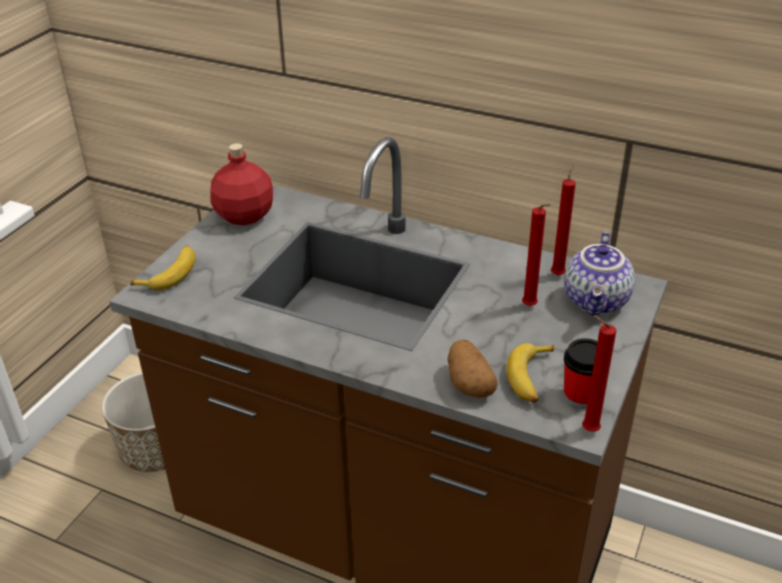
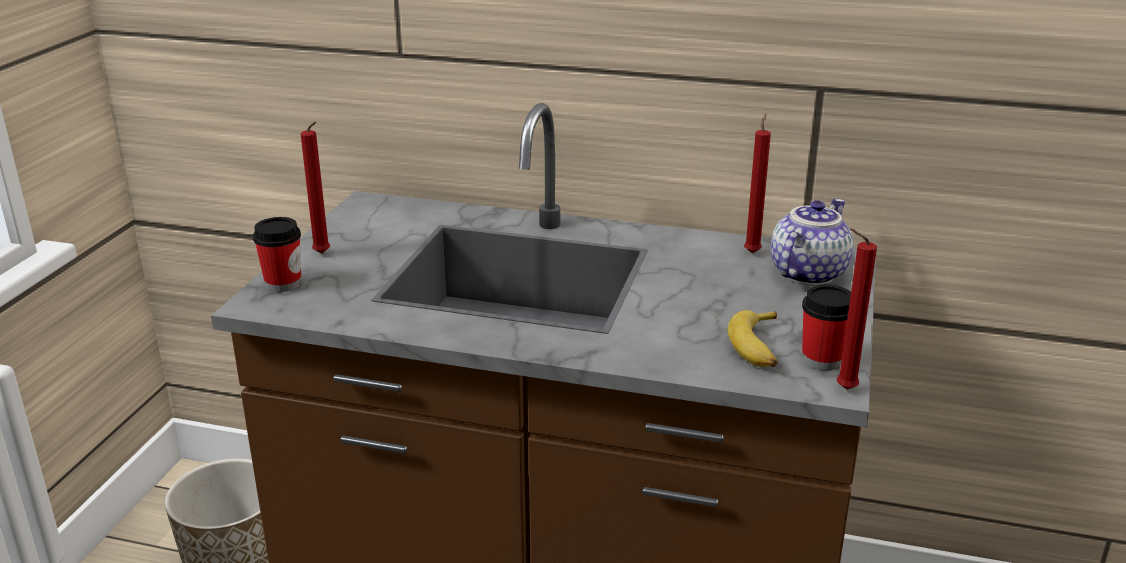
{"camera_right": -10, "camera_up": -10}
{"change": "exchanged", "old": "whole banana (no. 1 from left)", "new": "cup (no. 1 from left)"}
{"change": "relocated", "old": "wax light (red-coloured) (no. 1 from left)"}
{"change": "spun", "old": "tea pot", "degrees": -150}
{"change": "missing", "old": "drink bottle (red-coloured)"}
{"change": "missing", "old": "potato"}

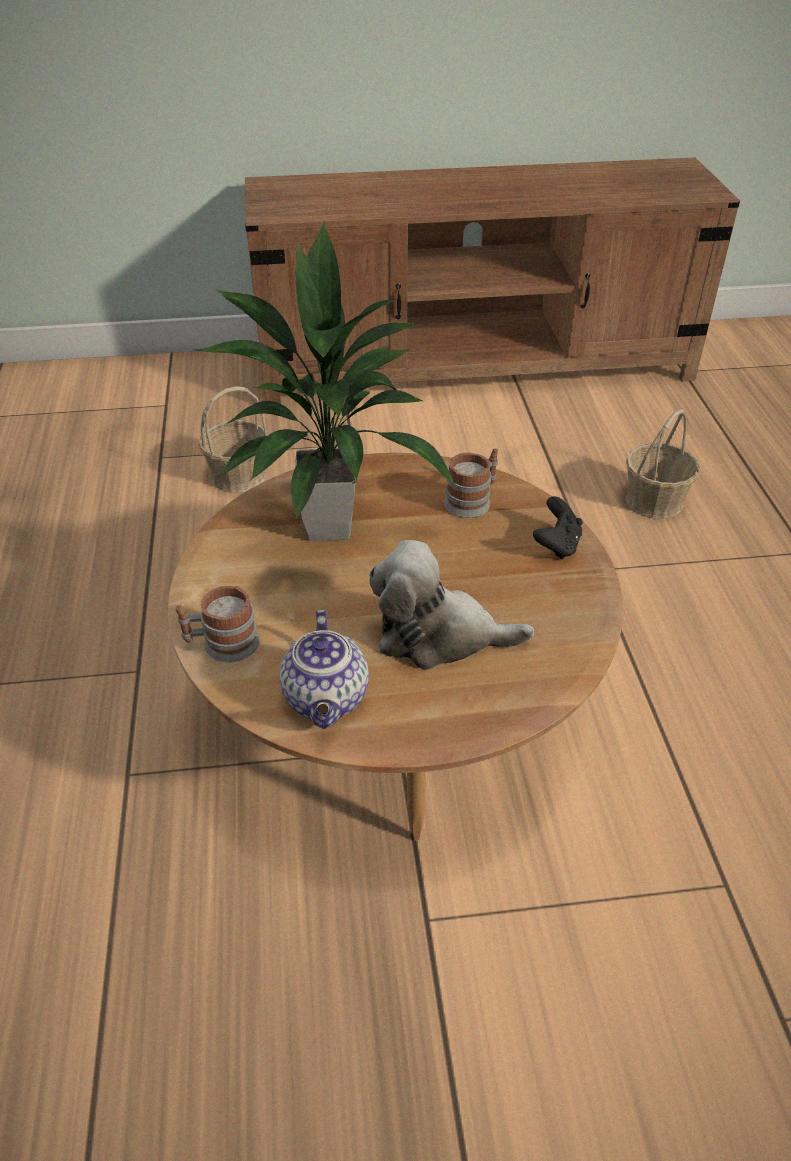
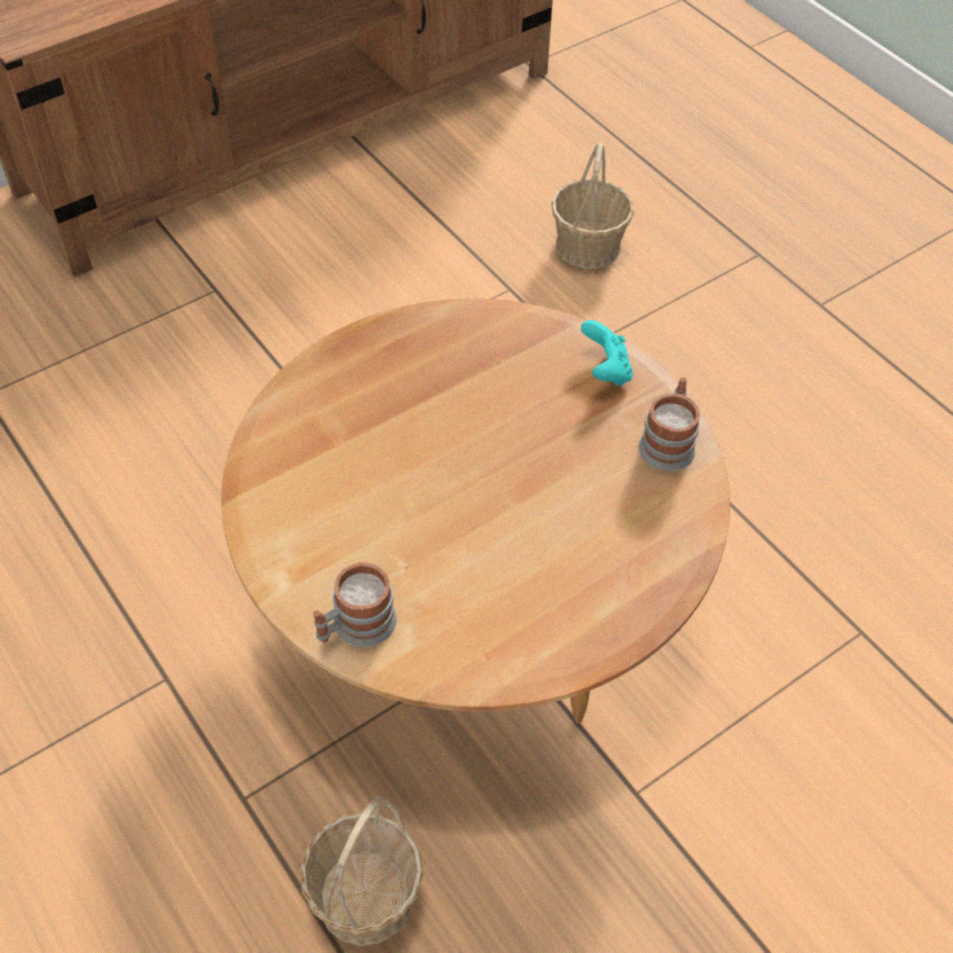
{"camera_right": -30, "camera_up": 10}
{"change": "relocated", "old": "basket (no. 1 from left)"}
{"change": "colour", "old": "game controller (blackish)", "new": "game controller (turquoise-coloured)"}
{"change": "relocated", "old": "mug (no. 2 from left)"}
{"change": "missing", "old": "plant in a pot"}
{"change": "missing", "old": "tea pot"}
{"change": "missing", "old": "cuddly toy"}

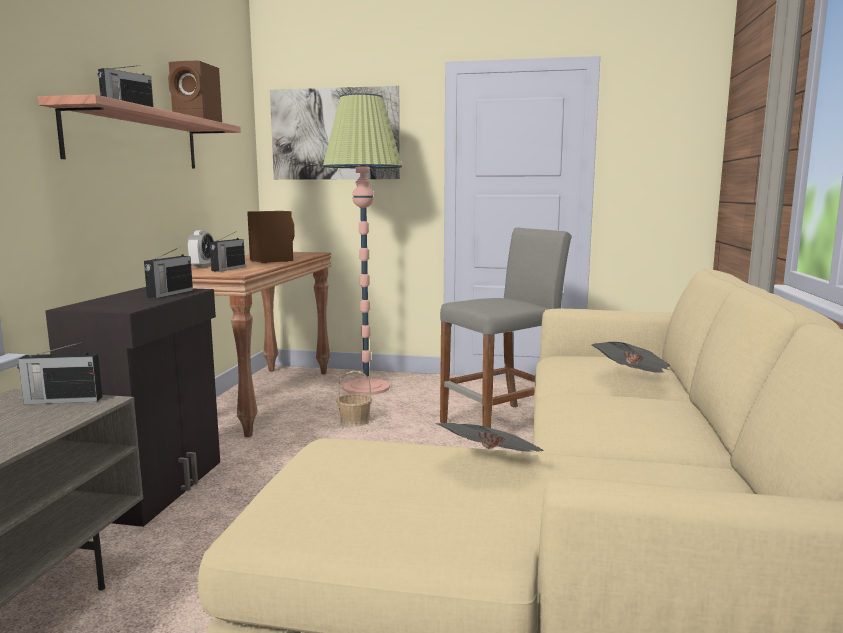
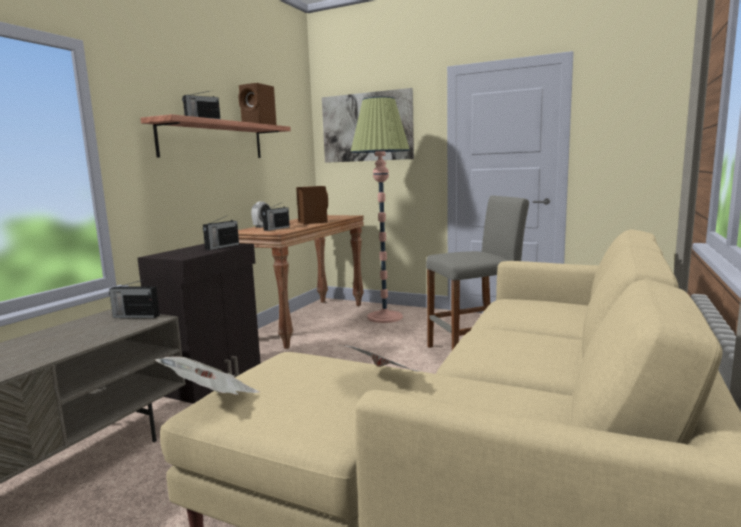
{"camera_right": 15, "camera_up": 0}
{"change": "relocated", "old": "daily paper (no. 2 from left in the first image)", "new": "daily paper (no. 1 from left)"}
{"change": "missing", "old": "basket"}

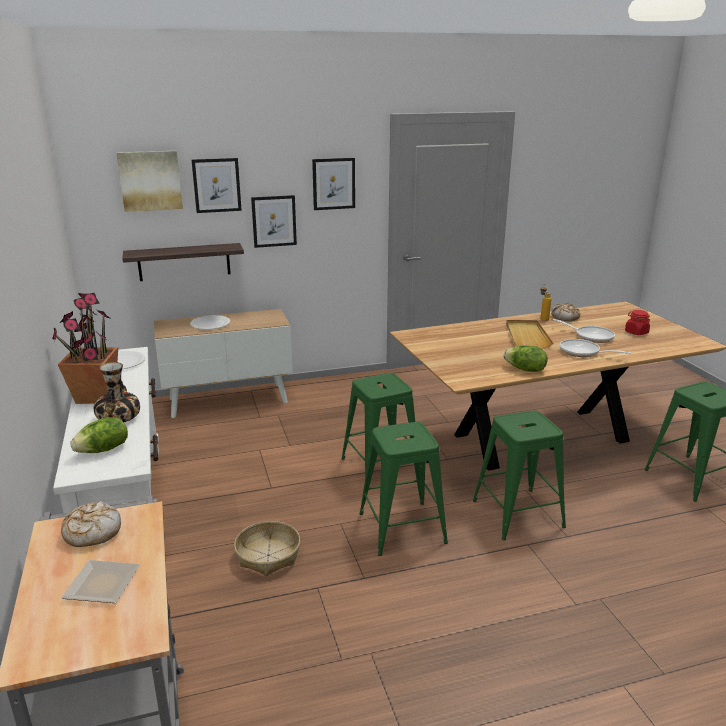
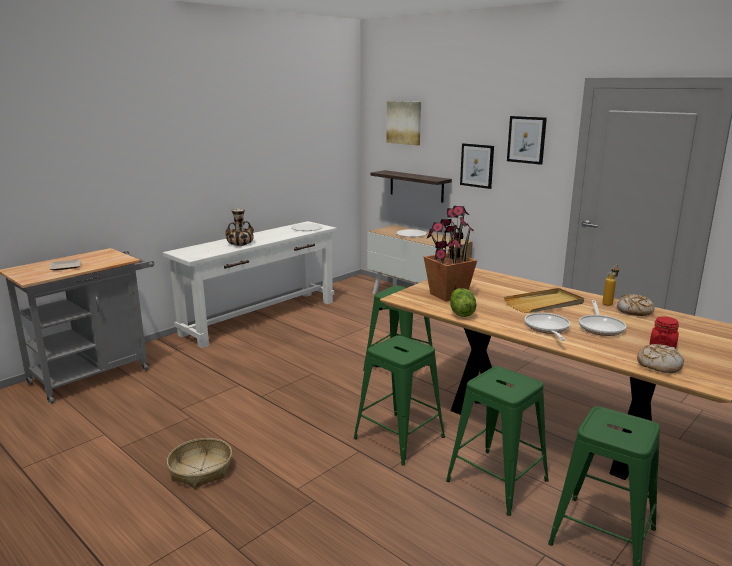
{"camera_right": 60, "camera_up": -5}
{"change": "relocated", "old": "basket"}
{"change": "relocated", "old": "plant in a pot"}
{"change": "relocated", "old": "sitting stool (green-coloured) (no. 2 from left in the first image)", "new": "sitting stool (green-coloured) (no. 3 from left)"}
{"change": "relocated", "old": "bakery bread (no. 1 from left in the first image)", "new": "bakery bread (no. 2 from left)"}
{"change": "missing", "old": "lettuce (no. 1 from left)"}
{"change": "missing", "old": "picture (no. 2 from left)"}

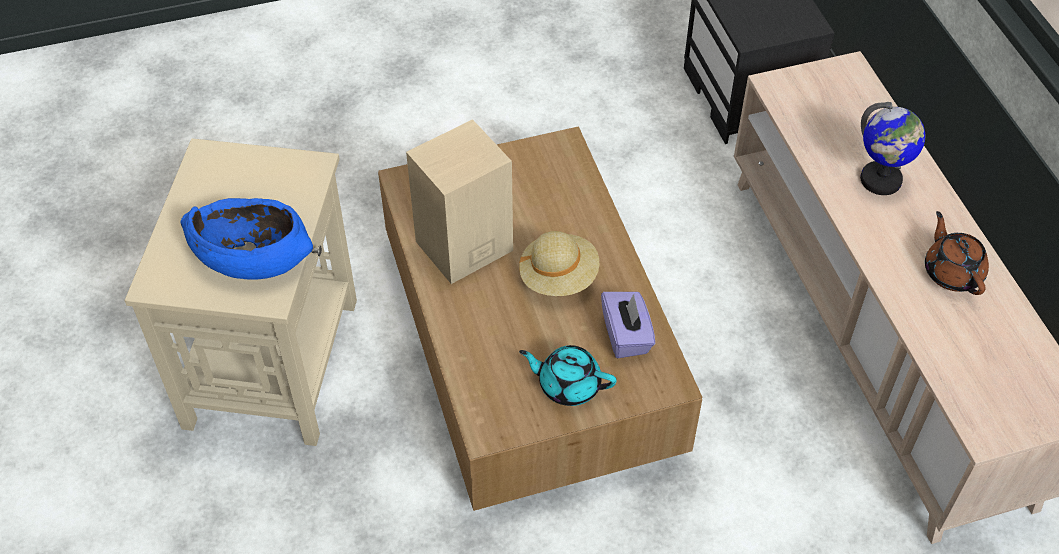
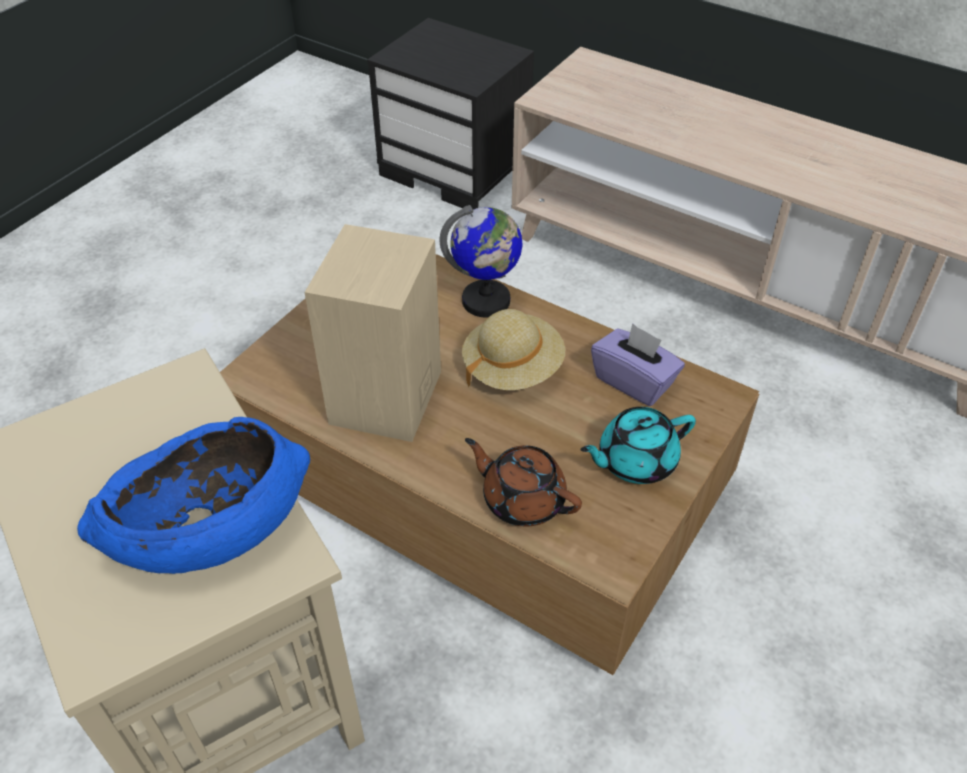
{"camera_right": -40, "camera_up": -5}
{"change": "relocated", "old": "world globe"}
{"change": "relocated", "old": "tea pot (brown)"}

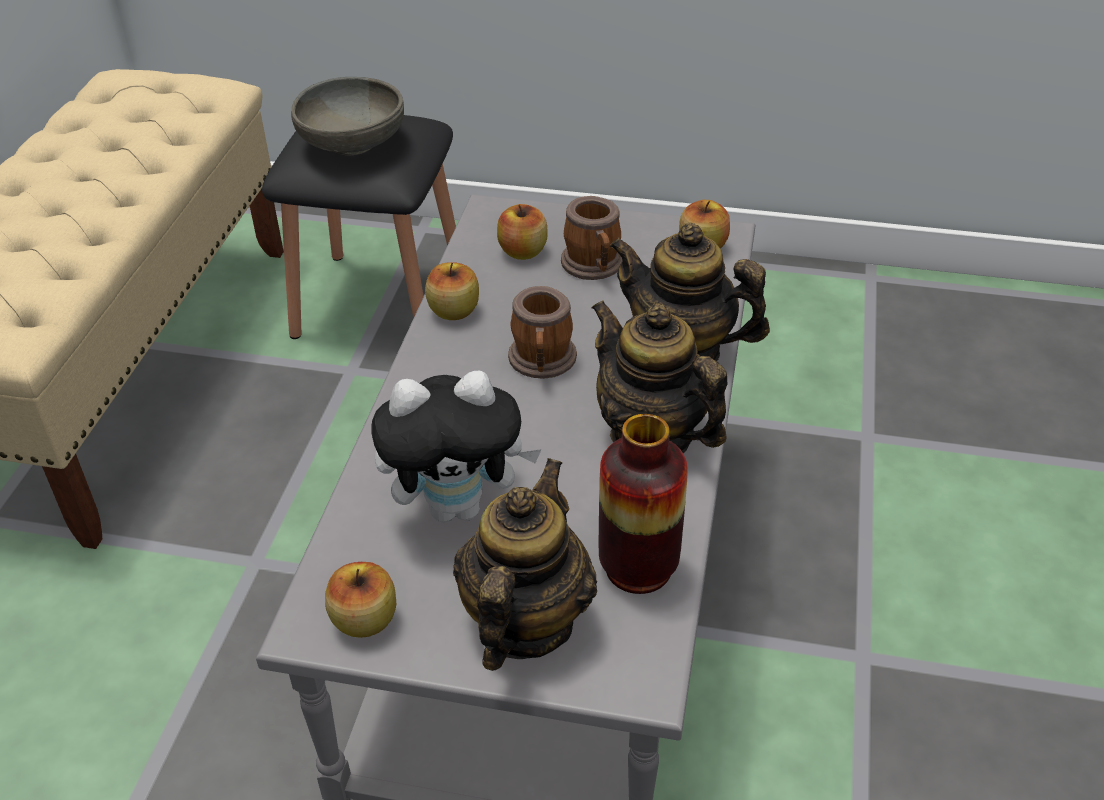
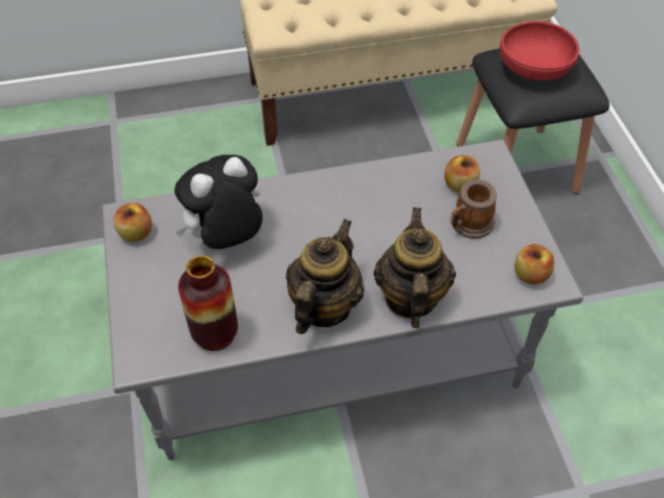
{"camera_right": 65, "camera_up": 10}
{"change": "spun", "old": "cuddly toy", "degrees": 90}
{"change": "colour", "old": "deep dish (gray)", "new": "deep dish (red-coloured)"}
{"change": "missing", "old": "apple fruit (no. 2 from left)"}
{"change": "missing", "old": "tea pot (no. 1 from left)"}
{"change": "missing", "old": "mug (no. 1 from left)"}

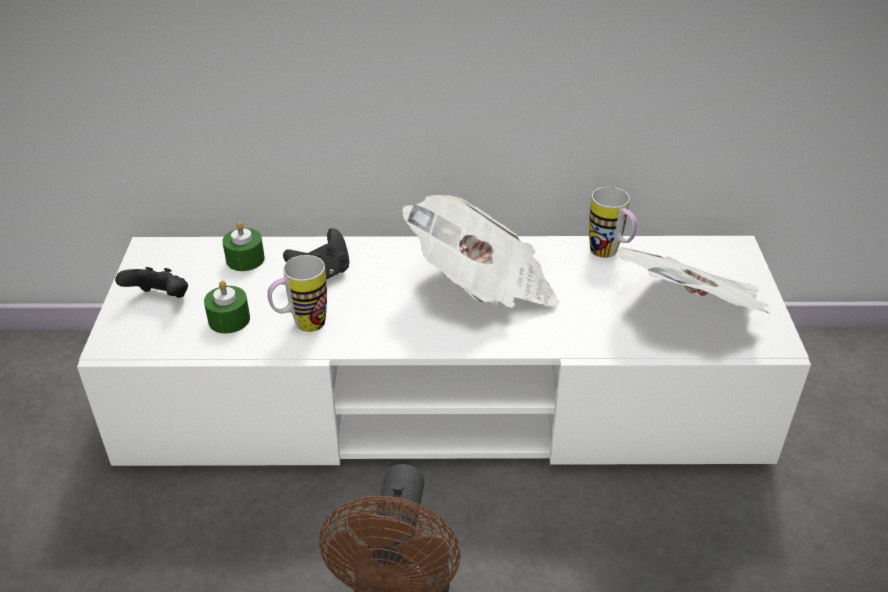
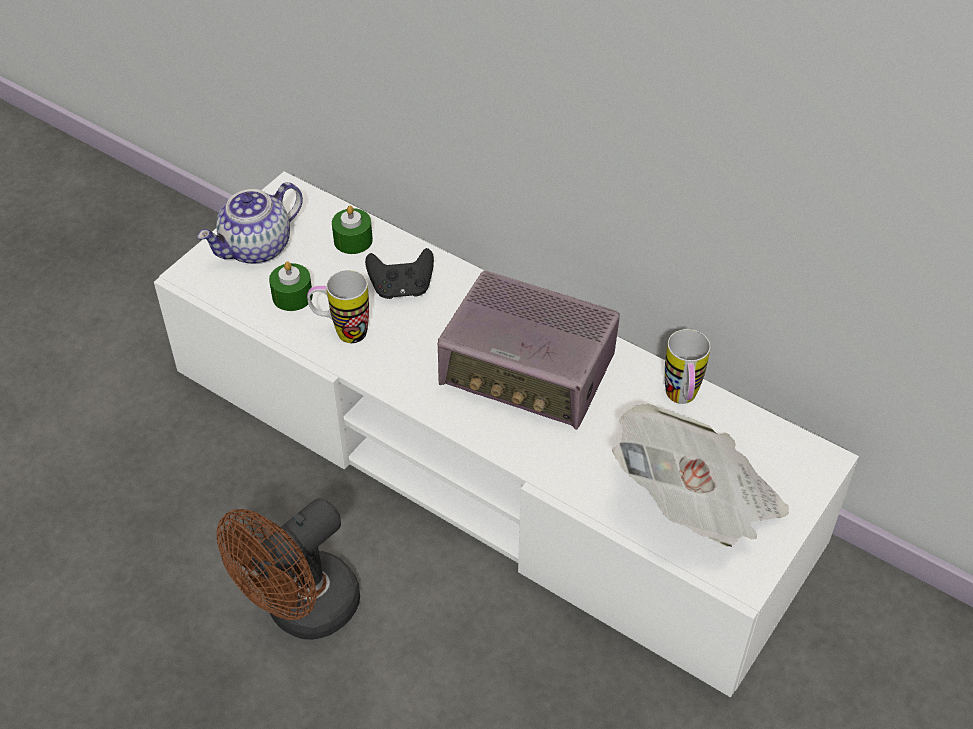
{"camera_right": 35, "camera_up": 10}
{"change": "exchanged", "old": "game controller (blackish) (no. 1 from left)", "new": "tea pot"}
{"change": "exchanged", "old": "daily paper (no. 1 from left)", "new": "radio"}

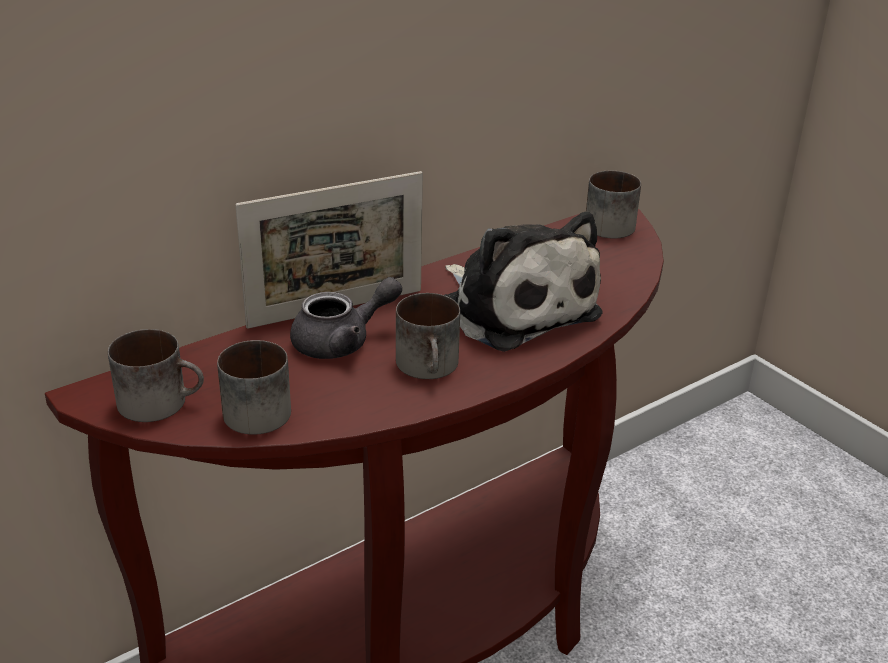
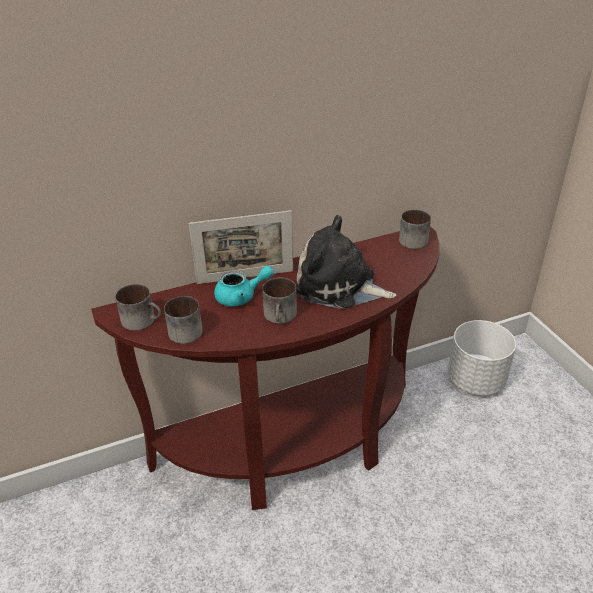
{"camera_right": 15, "camera_up": 5}
{"change": "colour", "old": "tea pot (gray)", "new": "tea pot (turquoise-coloured)"}
{"change": "spun", "old": "cuddly toy", "degrees": 135}
{"change": "appeared", "new": "flower pot (whitish)"}

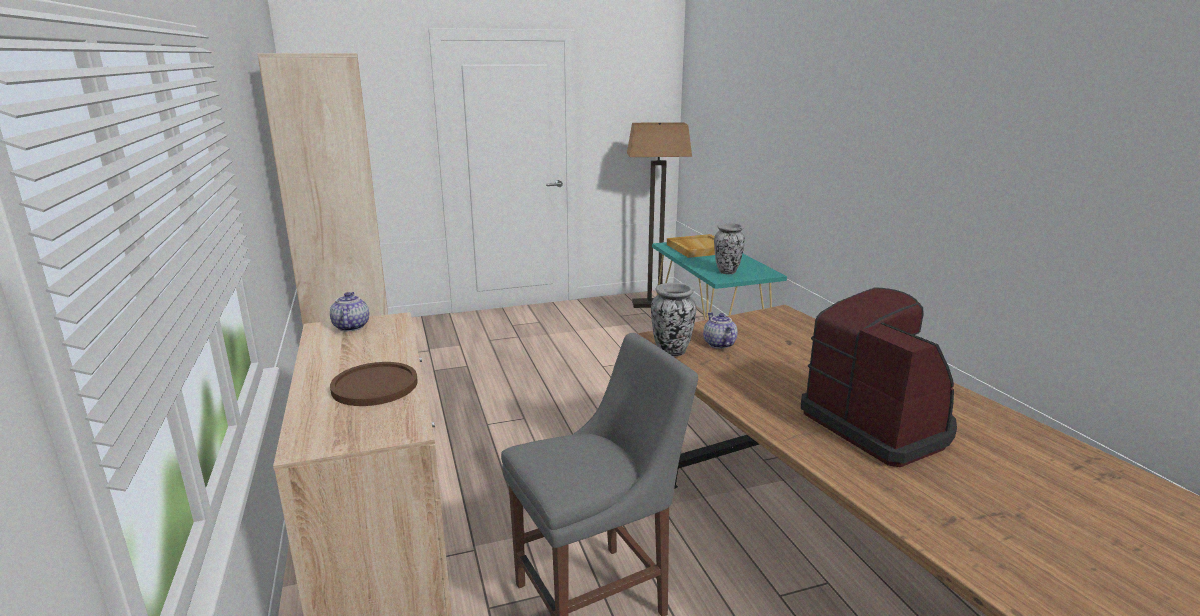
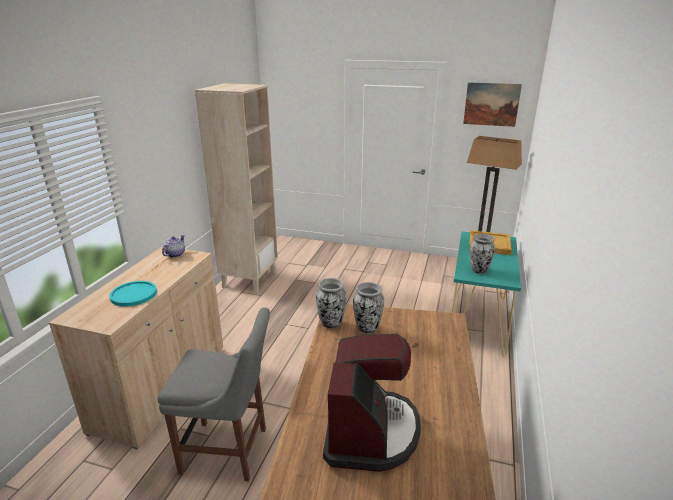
{"camera_right": 35, "camera_up": 5}
{"change": "colour", "old": "dinner plate (brown)", "new": "dinner plate (turquoise-coloured)"}
{"change": "exchanged", "old": "tea pot (no. 2 from left)", "new": "decorative vase (no. 2 from left)"}
{"change": "appeared", "new": "picture"}

